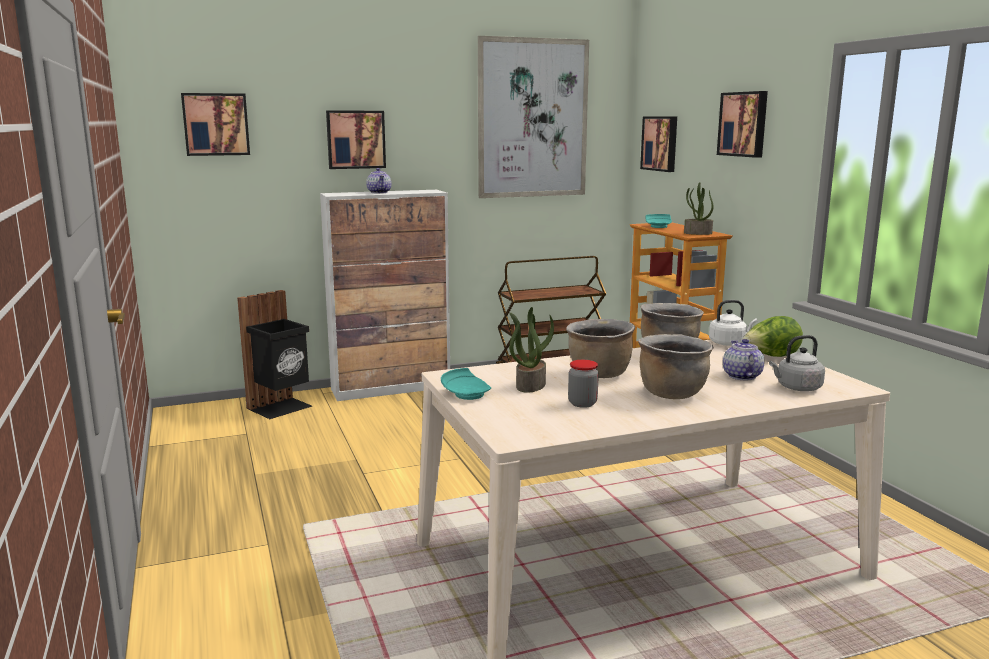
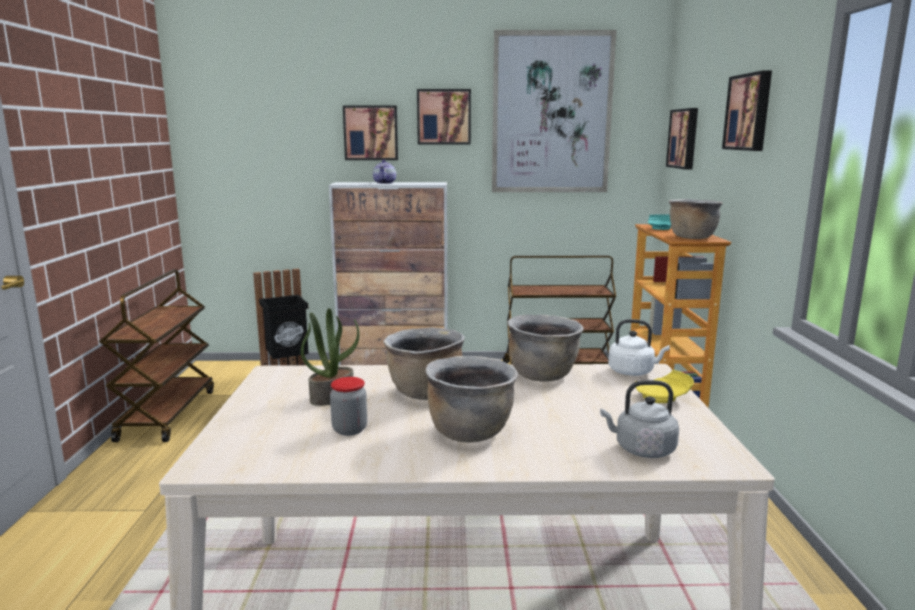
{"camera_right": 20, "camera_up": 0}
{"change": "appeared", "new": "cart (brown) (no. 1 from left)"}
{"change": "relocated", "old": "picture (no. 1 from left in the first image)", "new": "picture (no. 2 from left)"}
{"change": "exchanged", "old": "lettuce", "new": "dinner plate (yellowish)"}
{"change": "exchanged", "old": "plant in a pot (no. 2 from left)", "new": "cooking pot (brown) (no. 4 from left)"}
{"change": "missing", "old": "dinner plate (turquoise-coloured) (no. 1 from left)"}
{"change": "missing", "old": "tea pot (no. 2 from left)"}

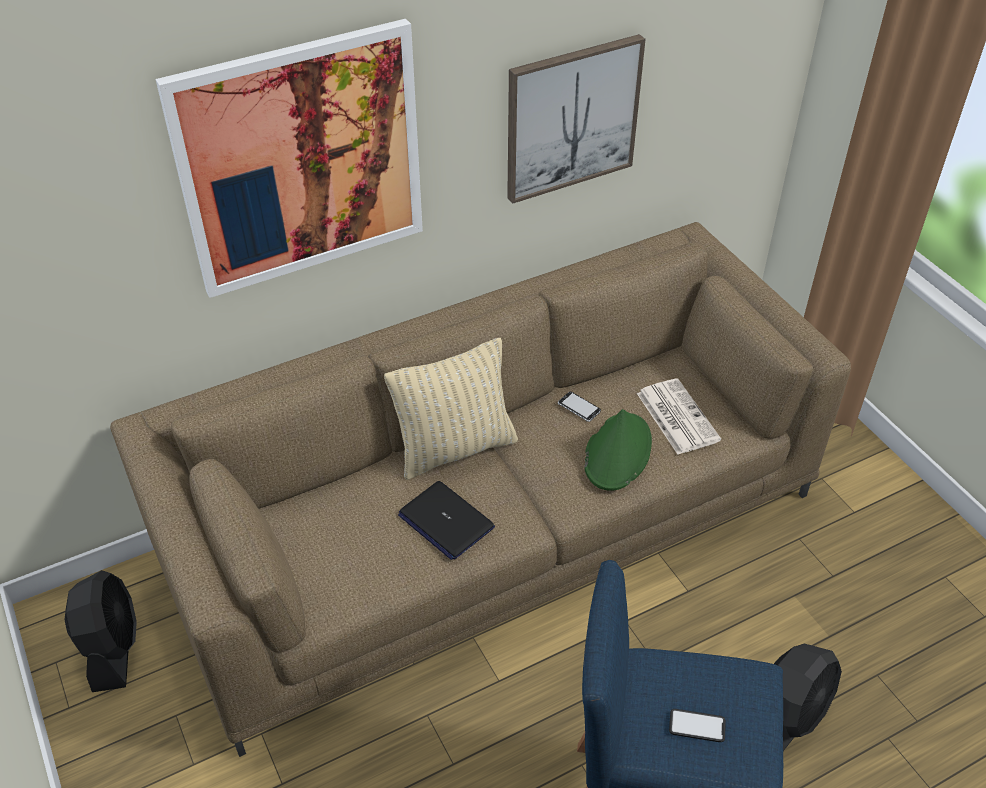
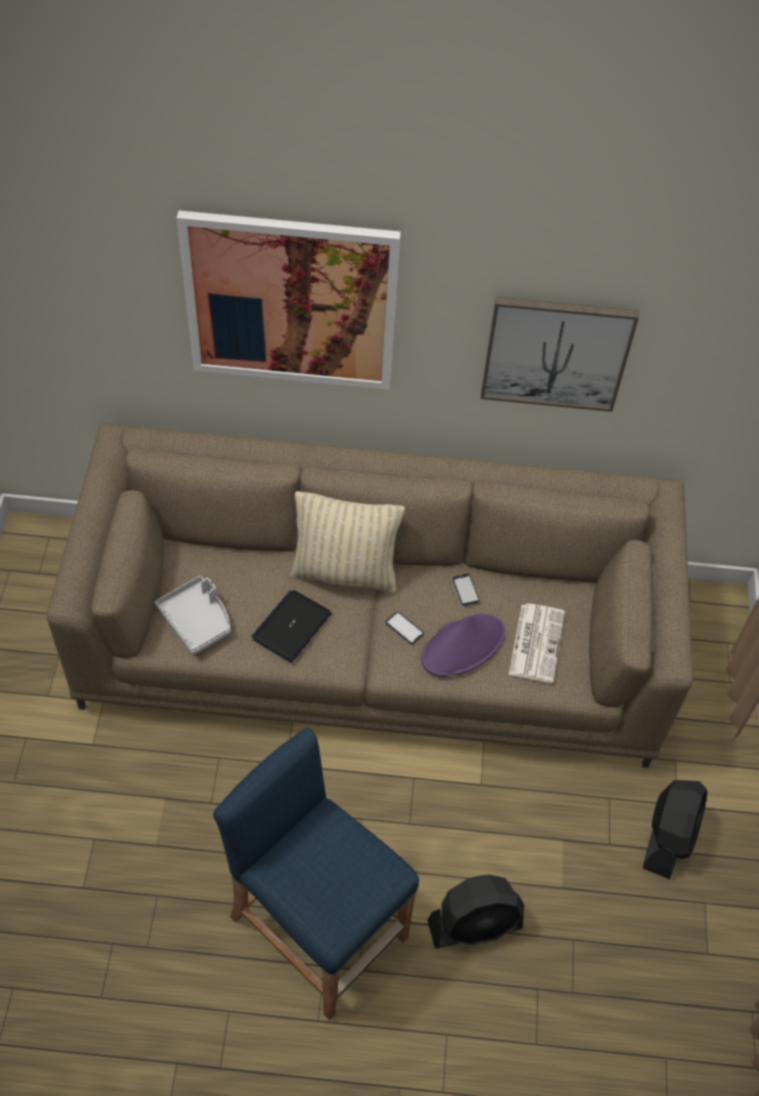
{"camera_right": 30, "camera_up": 10}
{"change": "appeared", "new": "carrying tray (gray)"}
{"change": "spun", "old": "laptop", "degrees": 45}
{"change": "relocated", "old": "phone (no. 2 from left in the first image)", "new": "phone (no. 1 from left)"}
{"change": "colour", "old": "clothing hat (green-coloured)", "new": "clothing hat (purple-coloured)"}
{"change": "relocated", "old": "fan (blackish) (no. 1 from left in the first image)", "new": "fan (blackish) (no. 2 from left)"}

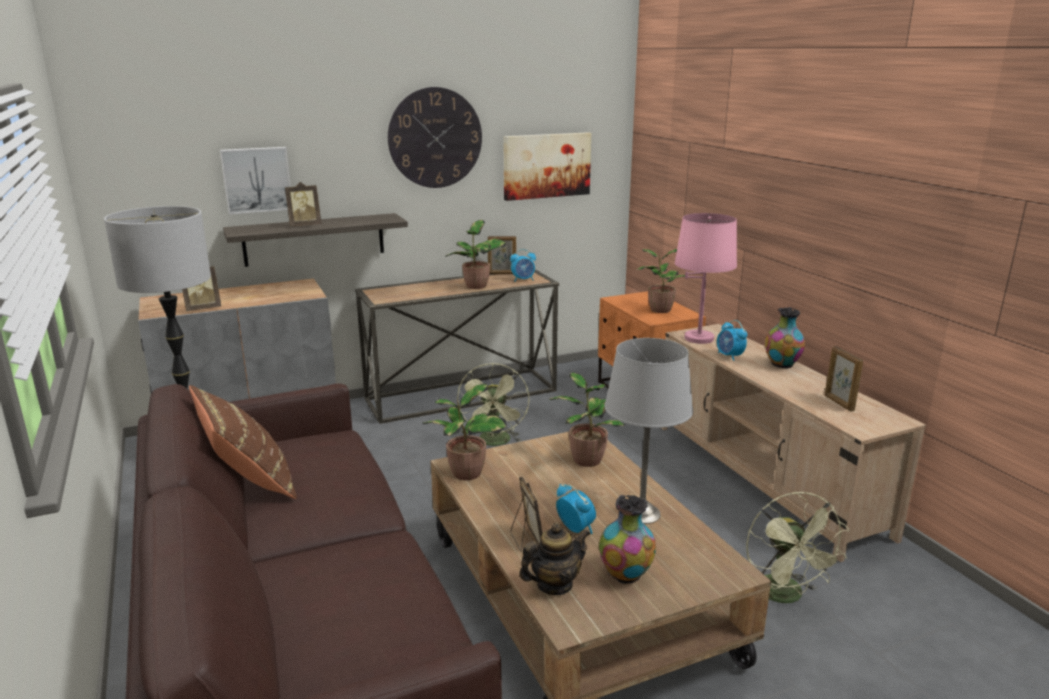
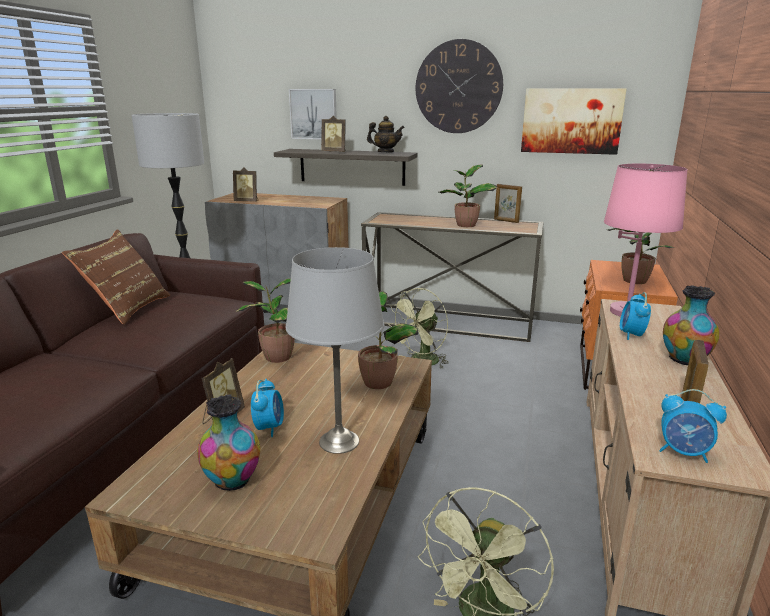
{"camera_right": 40, "camera_up": 0}
{"change": "relocated", "old": "tea pot"}
{"change": "relocated", "old": "bedside clock (no. 1 from left in the first image)", "new": "bedside clock (no. 3 from left)"}

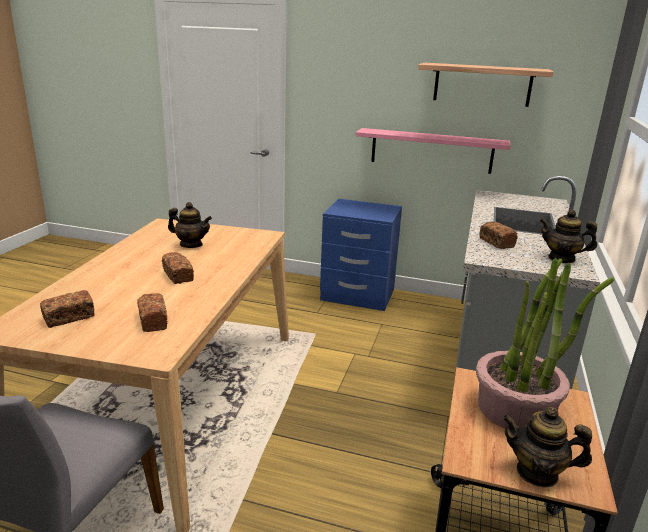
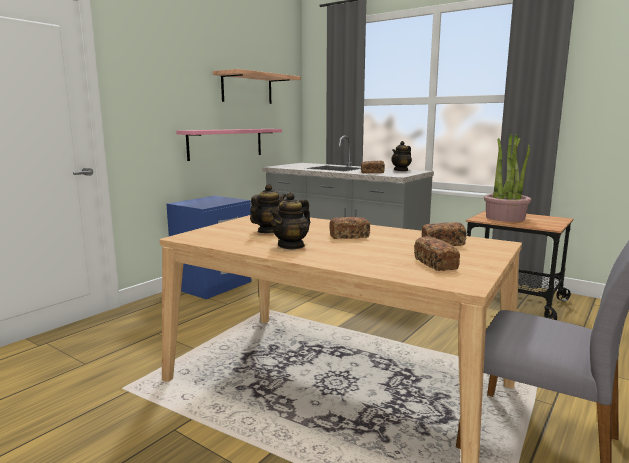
{"camera_right": -70, "camera_up": -10}
{"change": "relocated", "old": "tea pot (no. 2 from left)"}

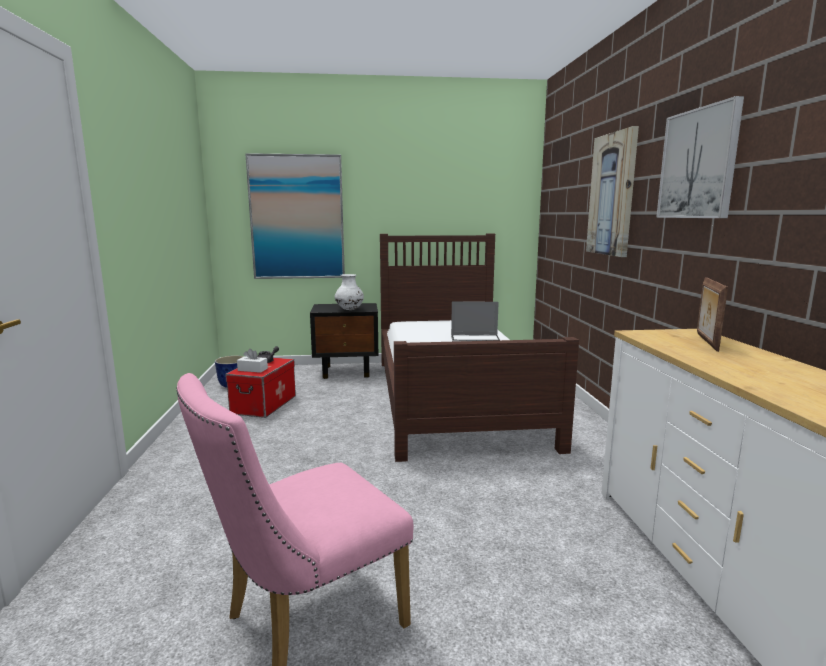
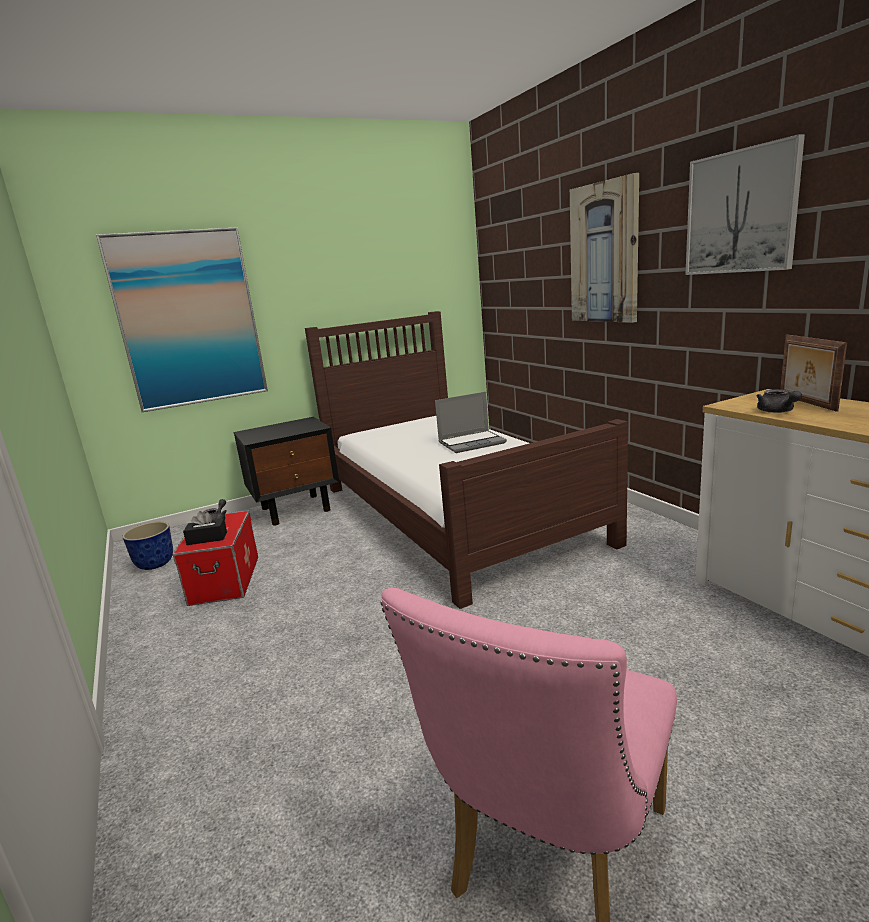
{"camera_right": -20, "camera_up": 5}
{"change": "colour", "old": "tissue holder (whitish)", "new": "tissue holder (blackish)"}
{"change": "appeared", "new": "tea pot (gray) (no. 2 from left)"}
{"change": "missing", "old": "decorative vase (whitish)"}

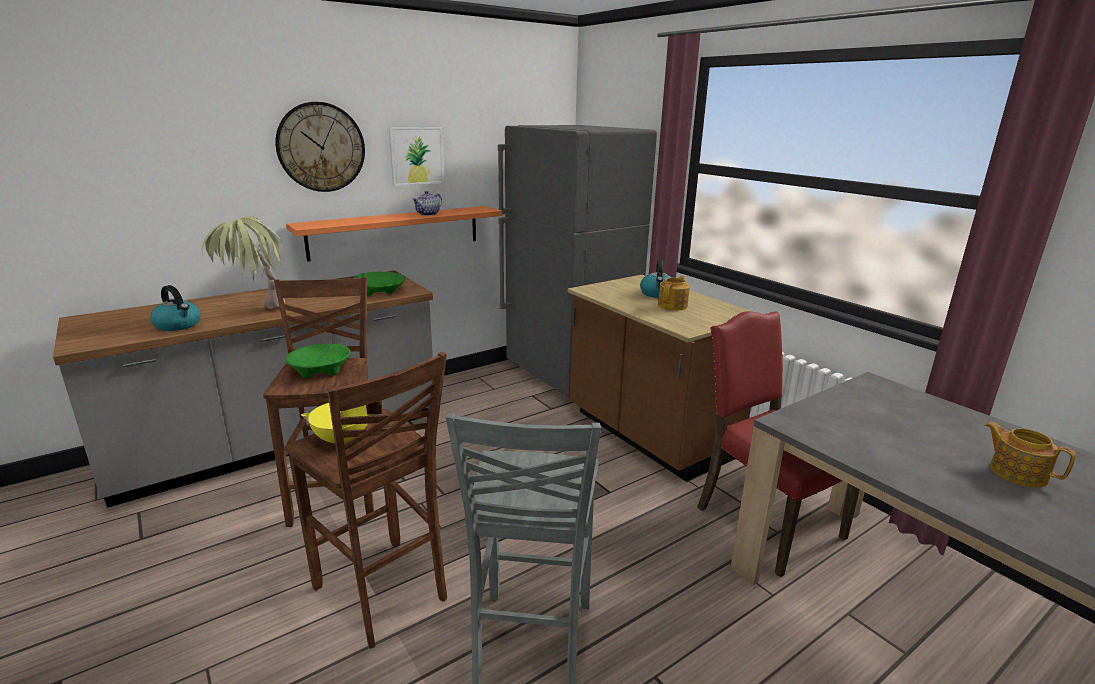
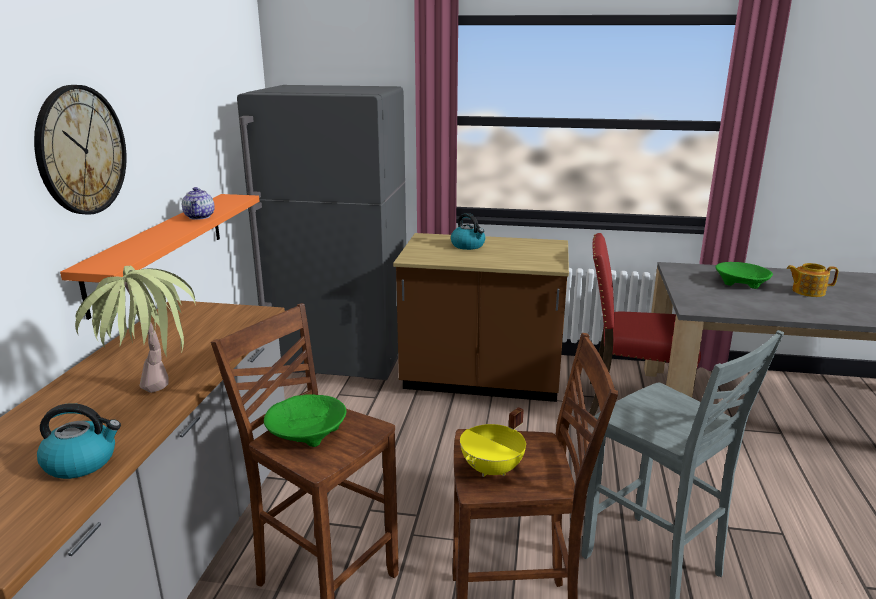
{"camera_right": -45, "camera_up": 0}
{"change": "relocated", "old": "deep dish (green-coloured) (no. 2 from left)"}
{"change": "missing", "old": "picture"}
{"change": "missing", "old": "tea pot (no. 2 from left)"}

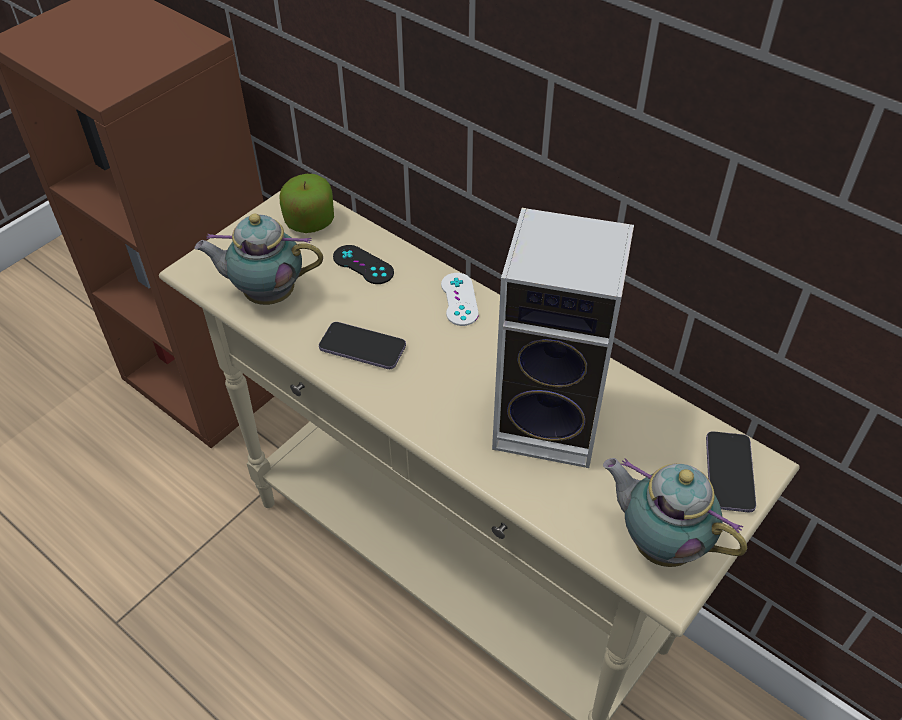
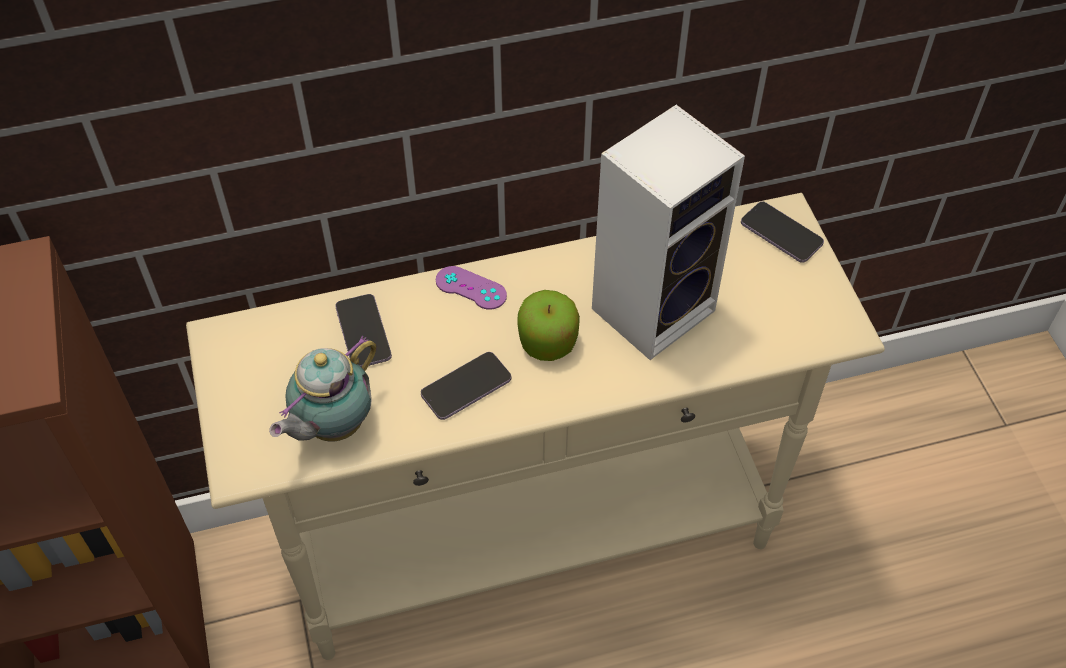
{"camera_right": -55, "camera_up": 5}
{"change": "exchanged", "old": "game controller (blackish)", "new": "phone (no. 1 from left)"}
{"change": "colour", "old": "game controller (whitish)", "new": "game controller (purple-coloured)"}
{"change": "relocated", "old": "apple fruit"}
{"change": "missing", "old": "tea pot (no. 2 from left)"}

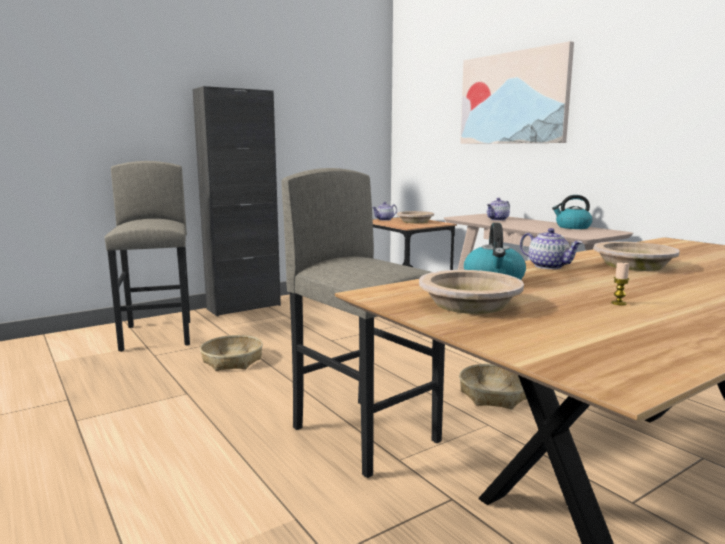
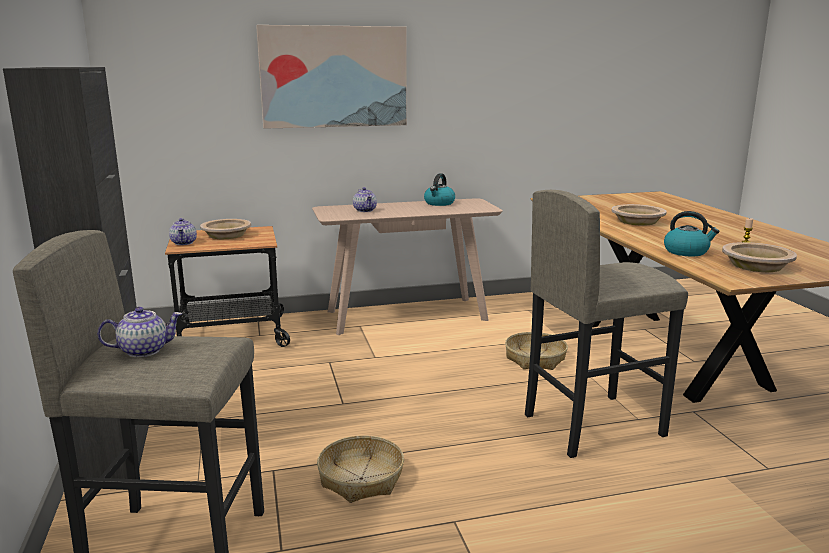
{"camera_right": -70, "camera_up": 5}
{"change": "relocated", "old": "tea pot (no. 3 from left in the first image)", "new": "tea pot (no. 1 from left)"}

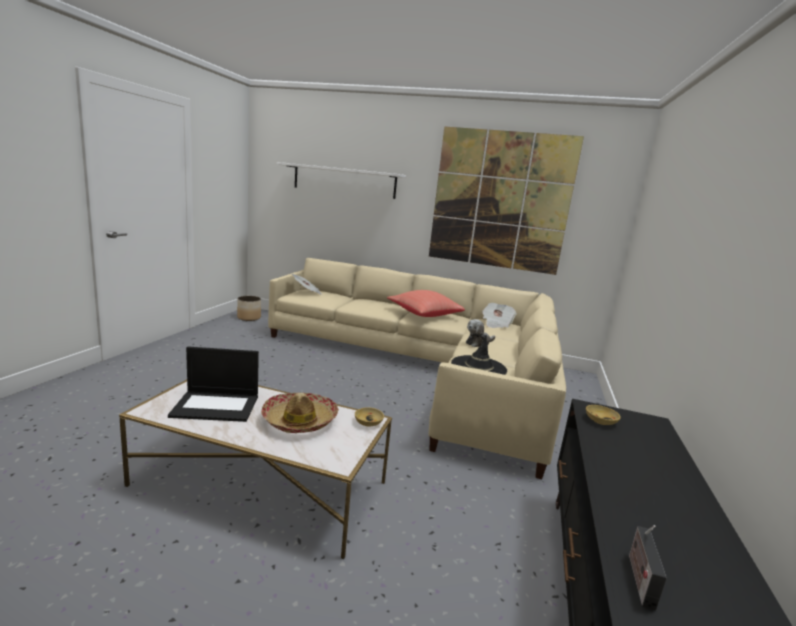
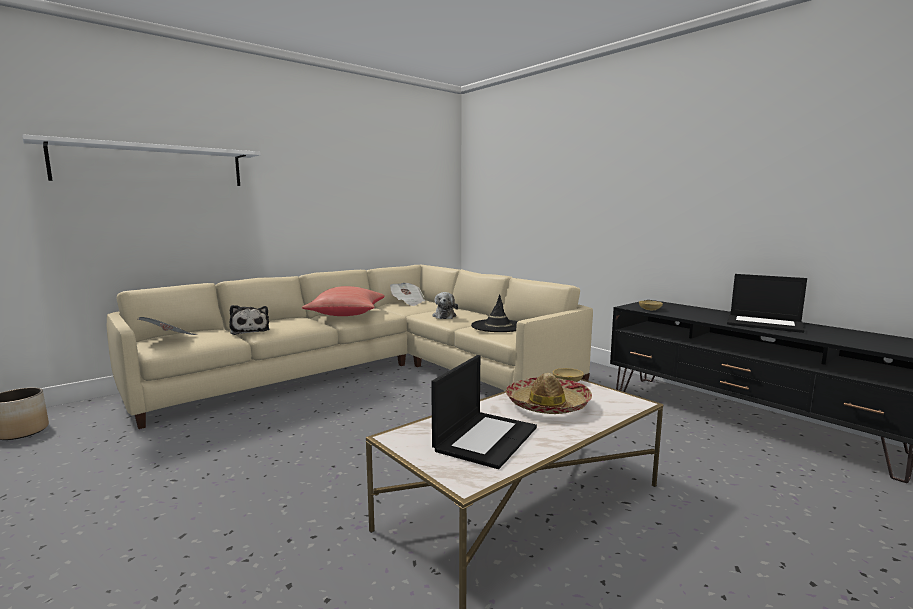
{"camera_right": -55, "camera_up": -5}
{"change": "appeared", "new": "cuddly toy (no. 1 from left)"}
{"change": "appeared", "new": "laptop (no. 2 from left)"}
{"change": "missing", "old": "picture"}
{"change": "missing", "old": "radio"}

